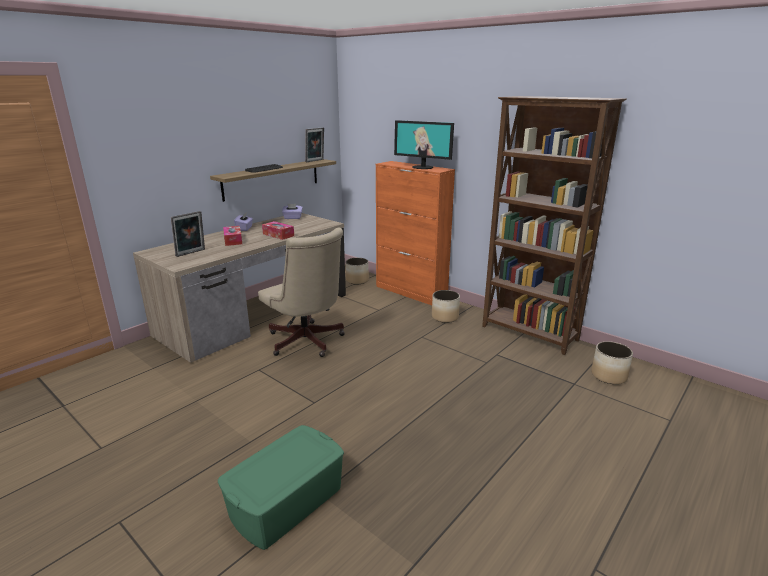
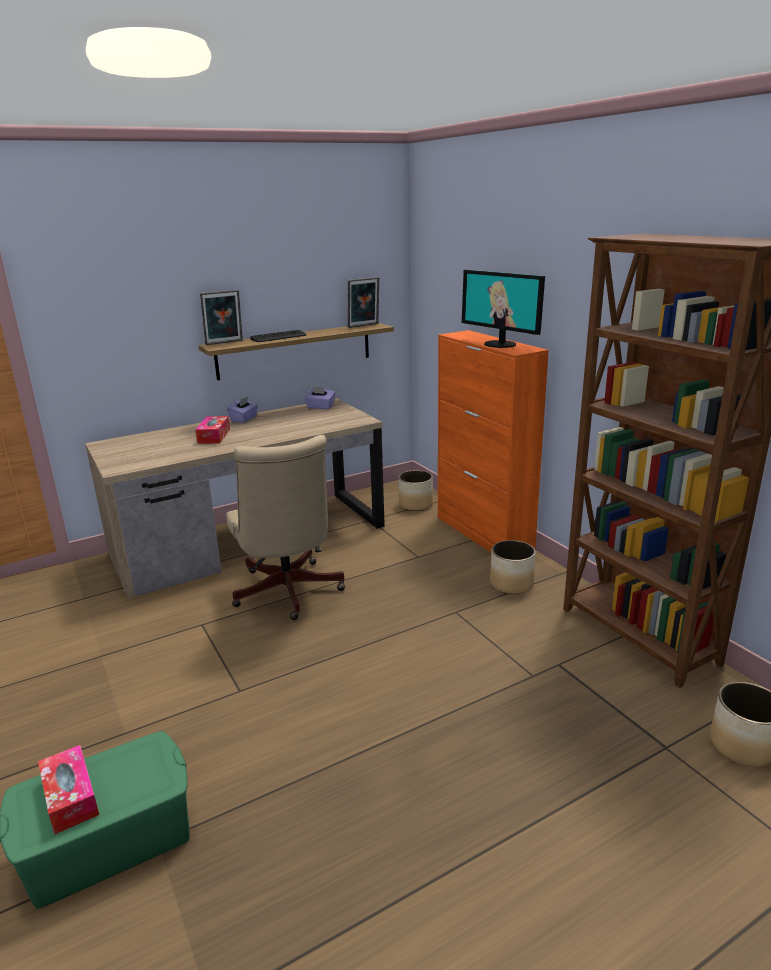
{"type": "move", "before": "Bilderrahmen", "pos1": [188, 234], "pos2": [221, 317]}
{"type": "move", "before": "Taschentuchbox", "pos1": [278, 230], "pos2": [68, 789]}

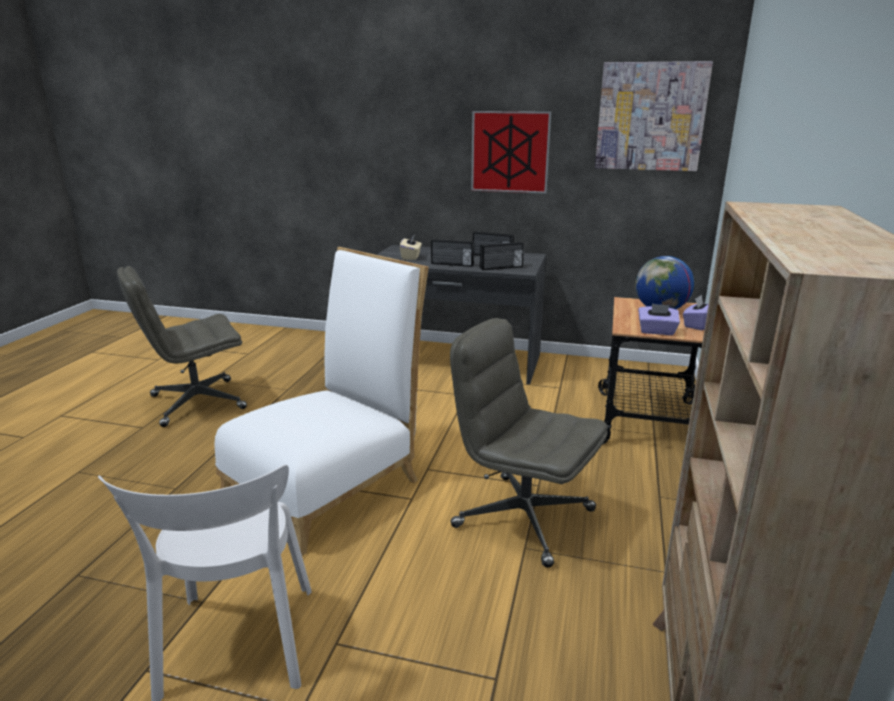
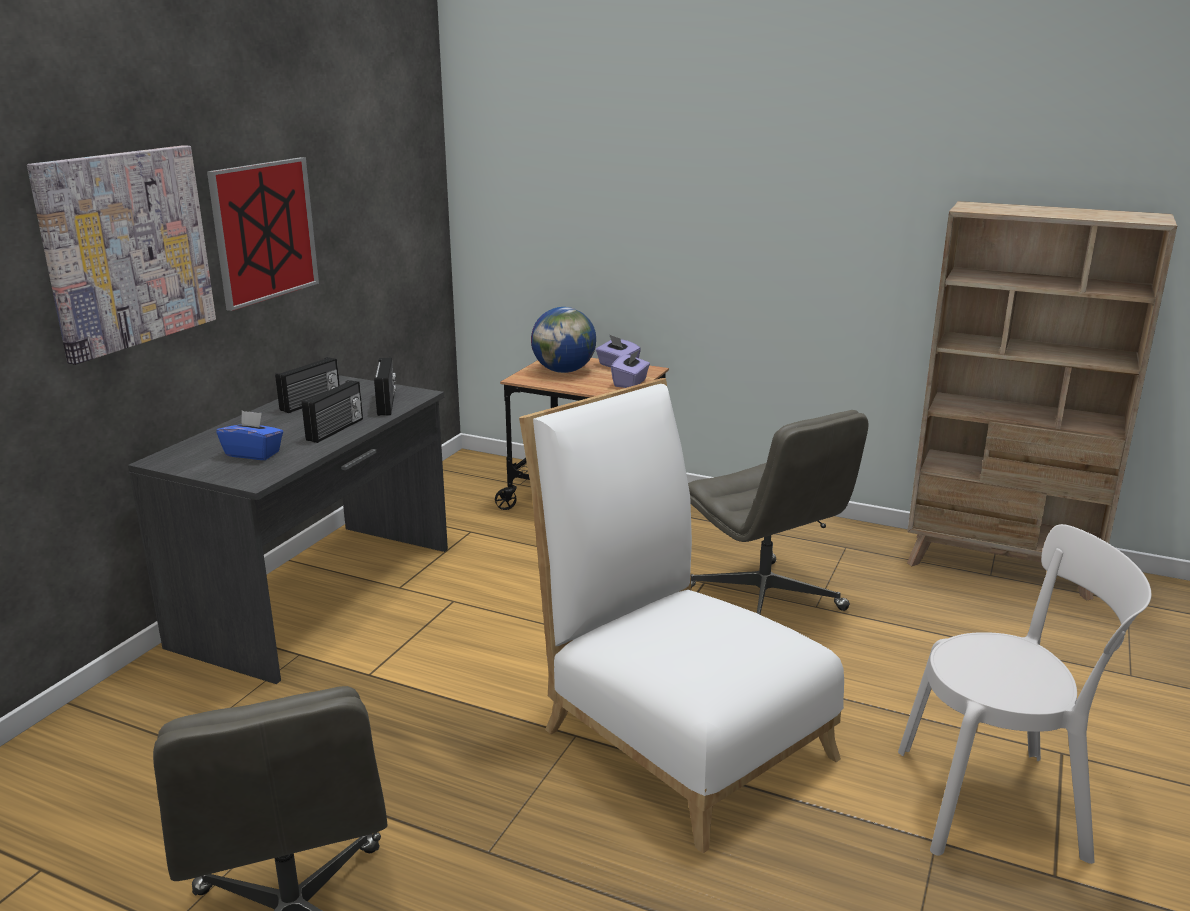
{"type": "move", "before": "Bild", "pos1": [654, 116], "pos2": [121, 255]}
{"type": "recolor", "before": "Taschentuchbox [beige]", "after": "Taschentuchbox [blau]", "pos1": [411, 247], "pos2": [249, 435]}
{"type": "rotate", "before": "Bürostuhl [grau]", "pos1": [529, 443], "pos2": [778, 512], "turn": -75}

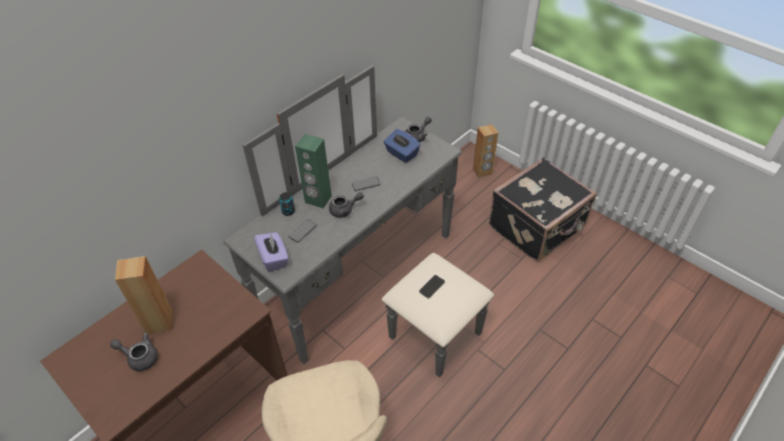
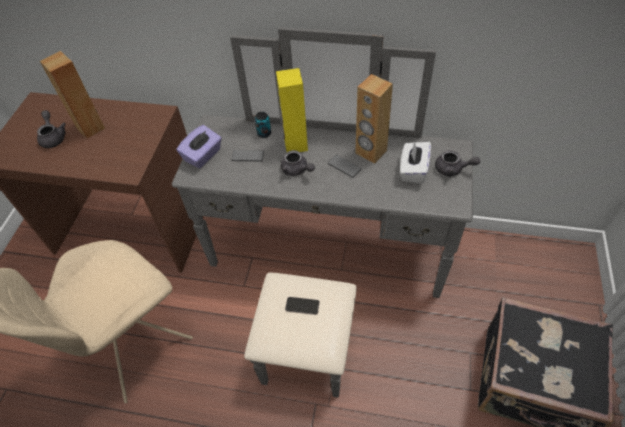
{"type": "move", "before": "Lautsprecher [braun]", "pos1": [485, 151], "pos2": [374, 119]}
{"type": "recolor", "before": "Lautsprecher [grün]", "after": "Lautsprecher [gelb]", "pos1": [313, 171], "pos2": [292, 110]}
{"type": "recolor", "before": "Taschentuchbox [blau]", "after": "Taschentuchbox [weiß]", "pos1": [402, 146], "pos2": [415, 162]}

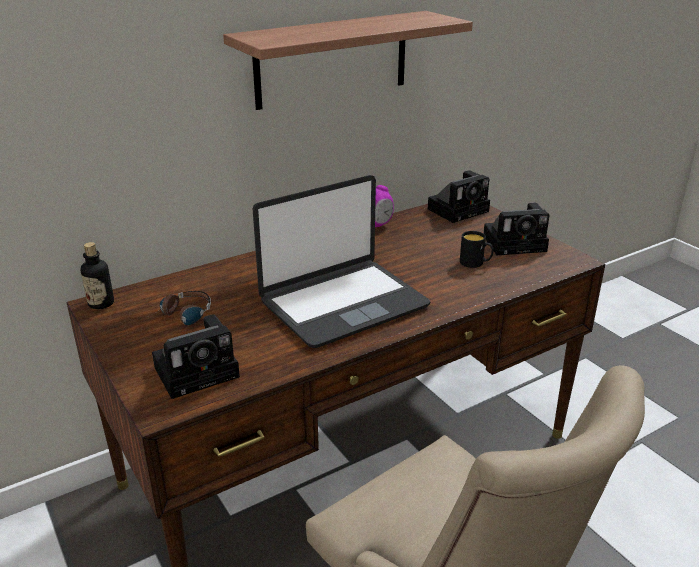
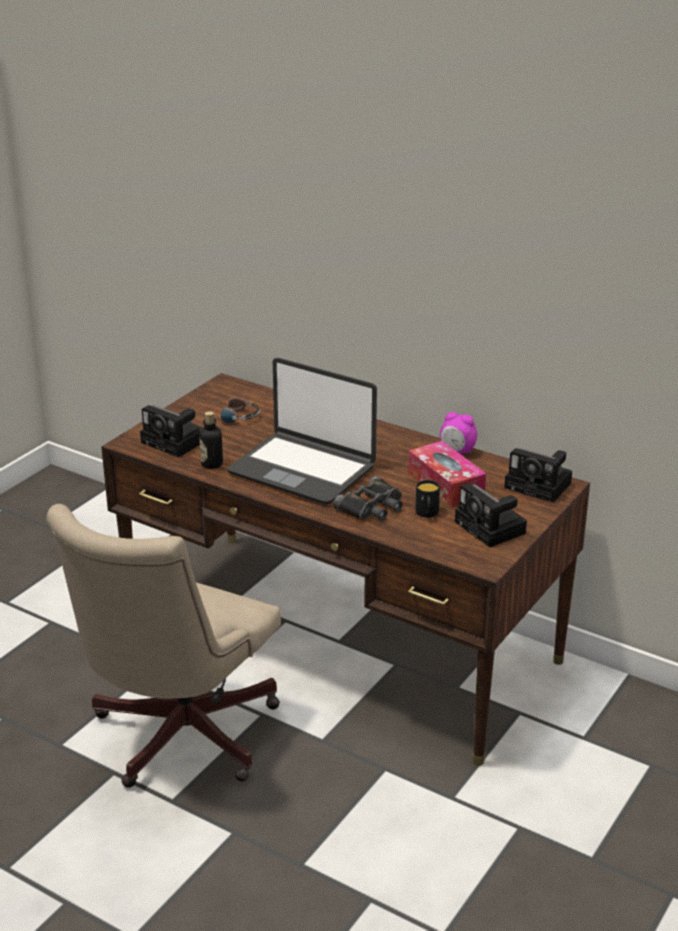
{"type": "delete", "before": "Wandregal", "pos1": [348, 60]}
{"type": "insert", "after": "Fernglas [schwarz]", "pos2": [368, 498]}
{"type": "insert", "after": "Taschentuchbox", "pos2": [447, 474]}
{"type": "move", "before": "Flasche", "pos1": [97, 275], "pos2": [211, 440]}

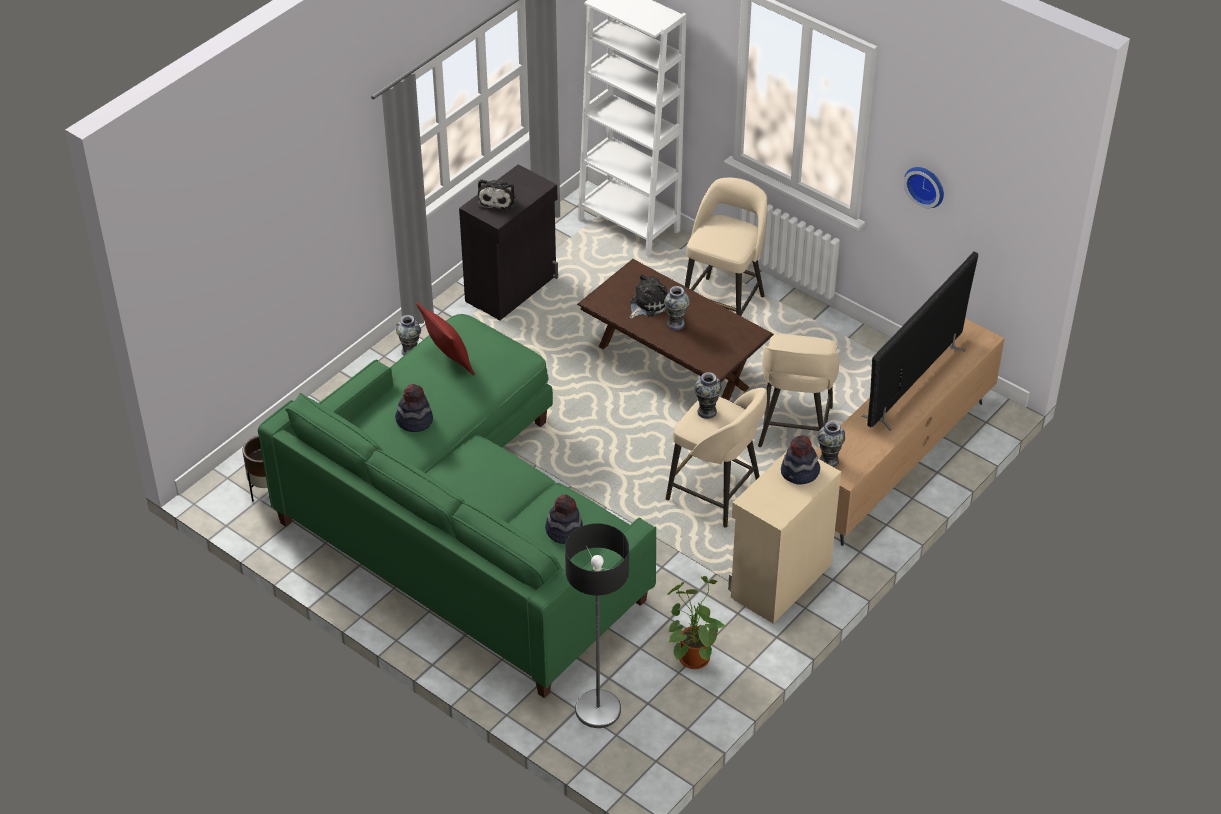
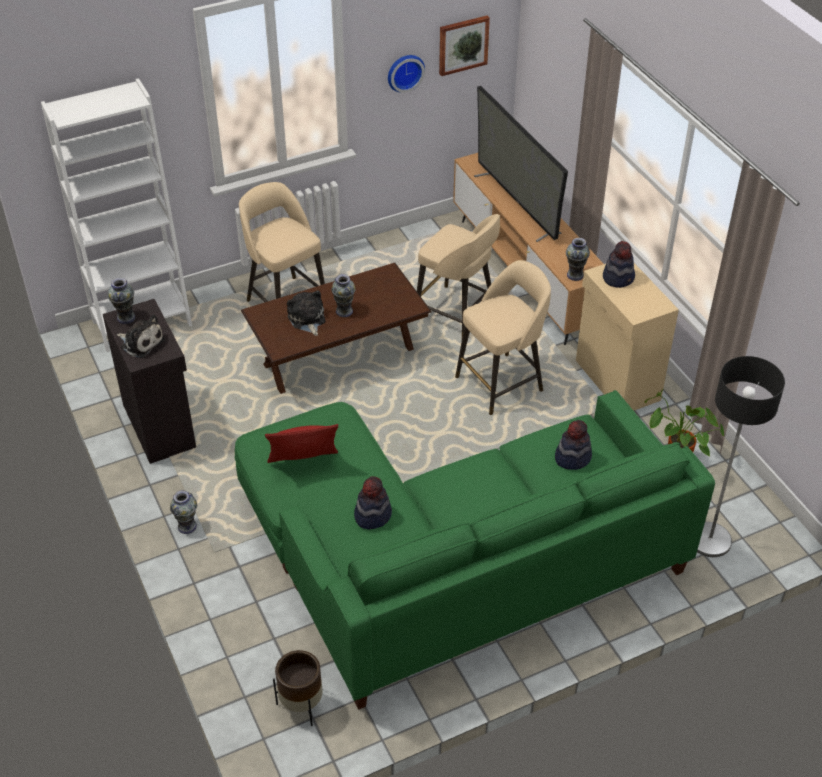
{"type": "insert", "after": "Bild", "pos2": [464, 46]}
{"type": "move", "before": "Vase", "pos1": [708, 395], "pos2": [122, 301]}

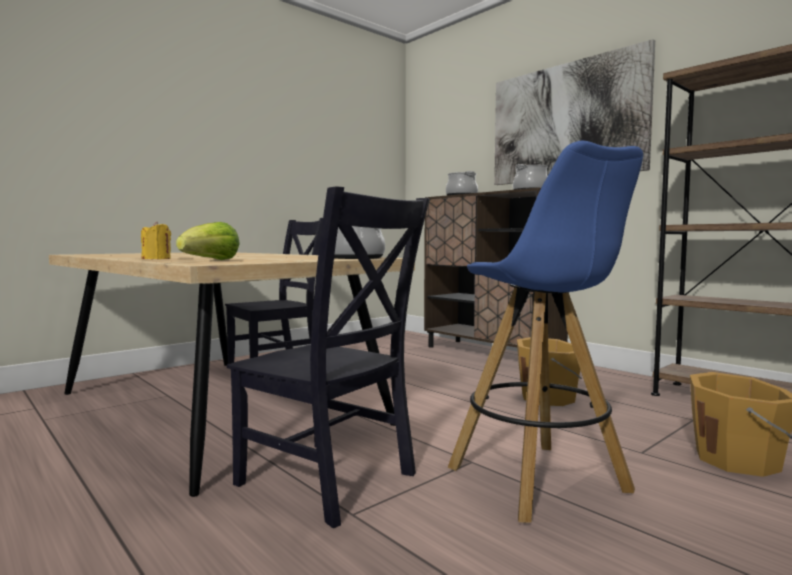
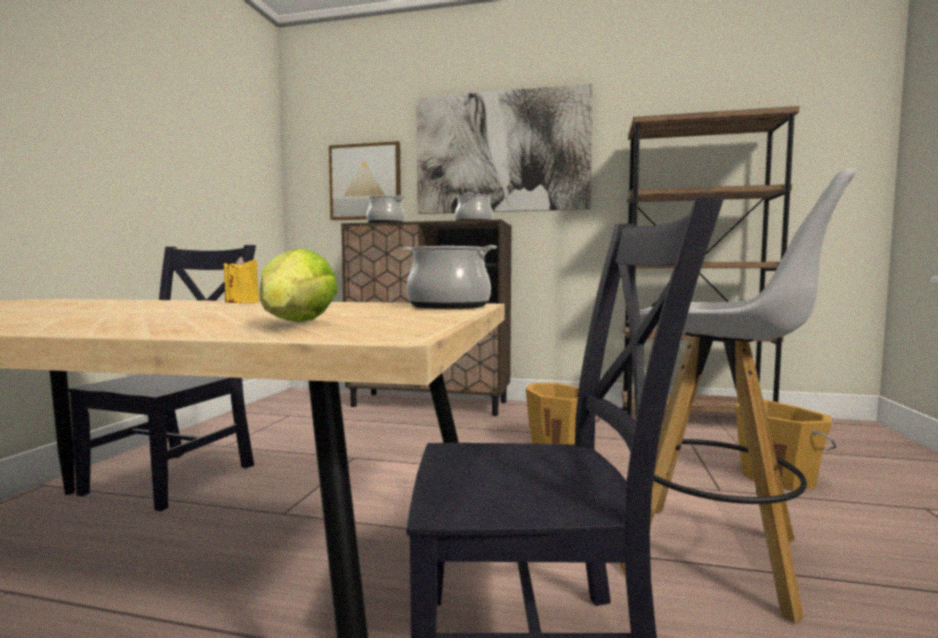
{"type": "insert", "after": "Bild", "pos2": [365, 180]}
{"type": "move", "before": "Kerze [gelb]", "pos1": [156, 240], "pos2": [241, 280]}
{"type": "recolor", "before": "Hocker [blau]", "after": "Hocker [weiß]", "pos1": [545, 332], "pos2": [738, 395]}

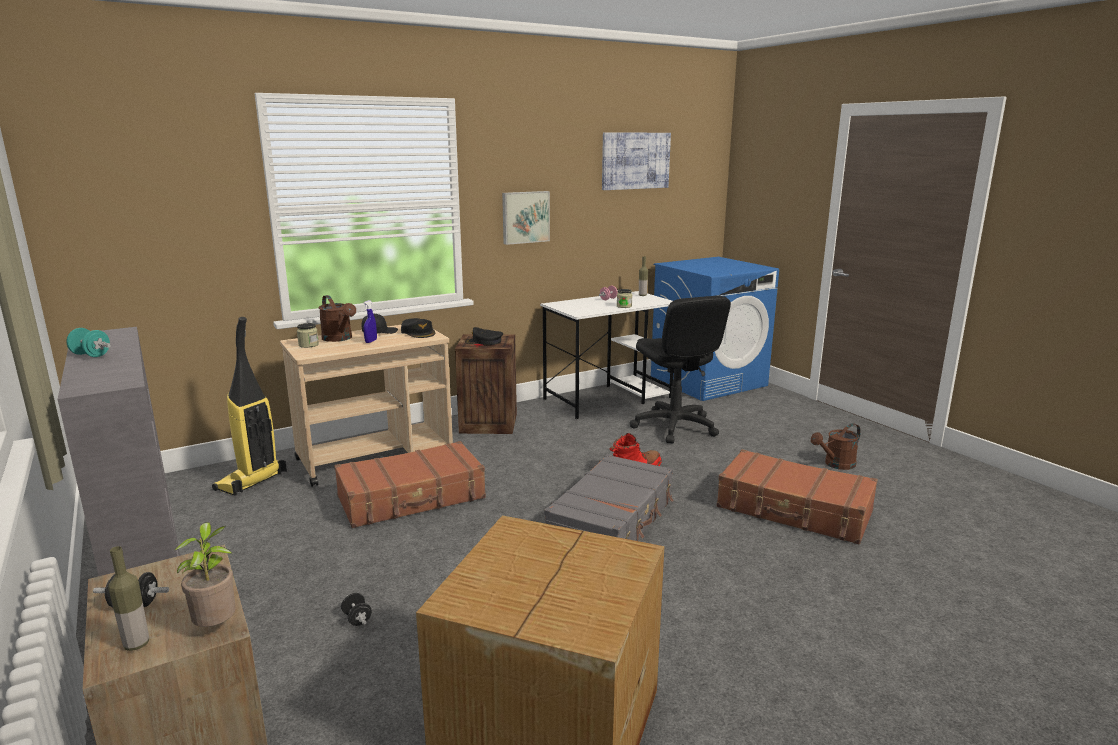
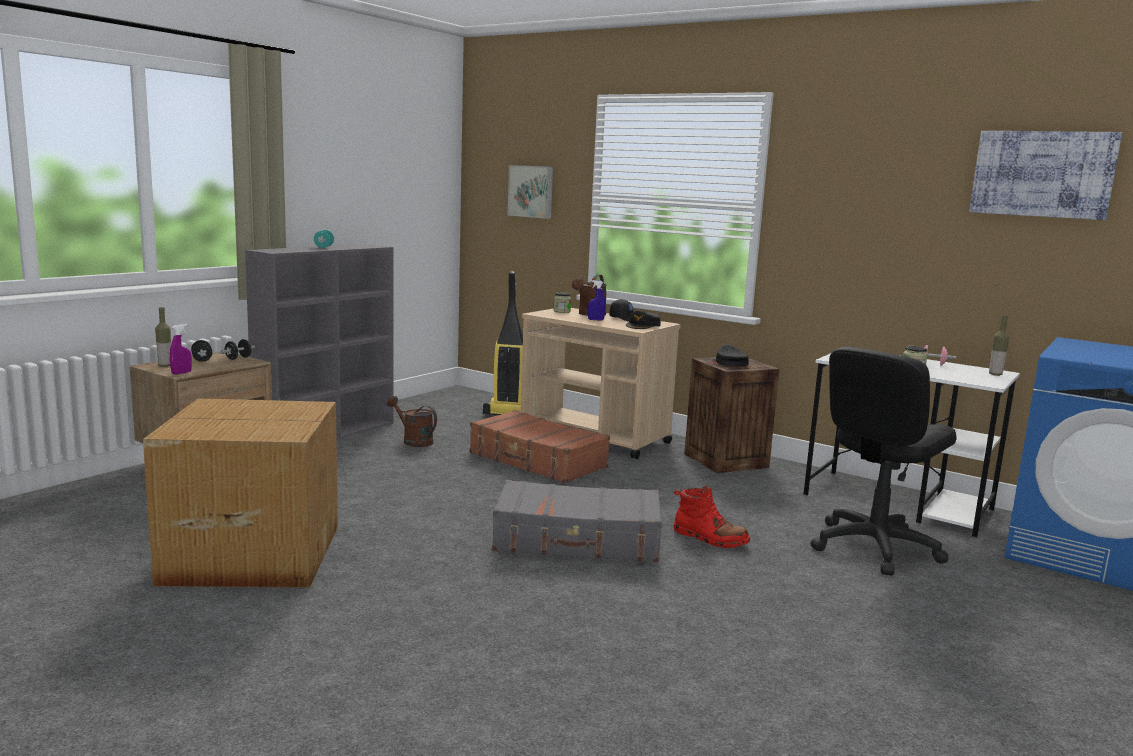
{"type": "delete", "before": "Koffer [braun]", "pos1": [797, 496]}
{"type": "move", "before": "Hantel [schwarz]", "pos1": [356, 609], "pos2": [237, 349]}
{"type": "move", "before": "Bild", "pos1": [526, 218], "pos2": [530, 192]}
{"type": "move", "before": "Gießkanne [braun]", "pos1": [836, 446], "pos2": [412, 421]}
{"type": "replace", "before": "Topfpflanze", "after": "Sprühflasche [lila]", "pos1": [205, 574], "pos2": [181, 349]}

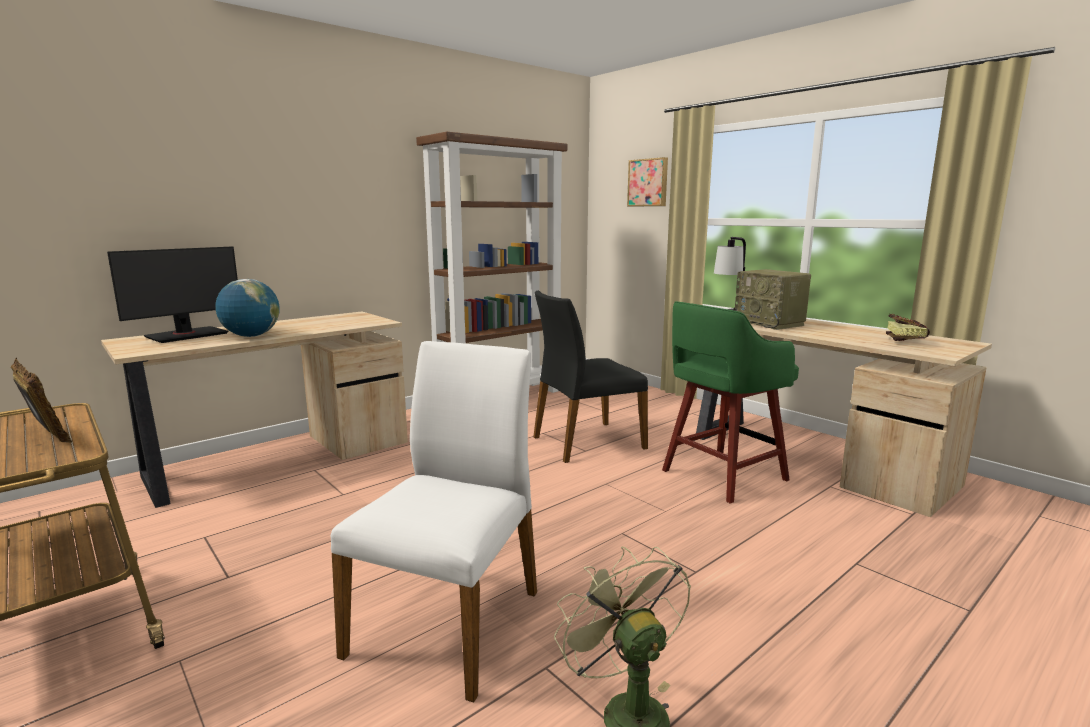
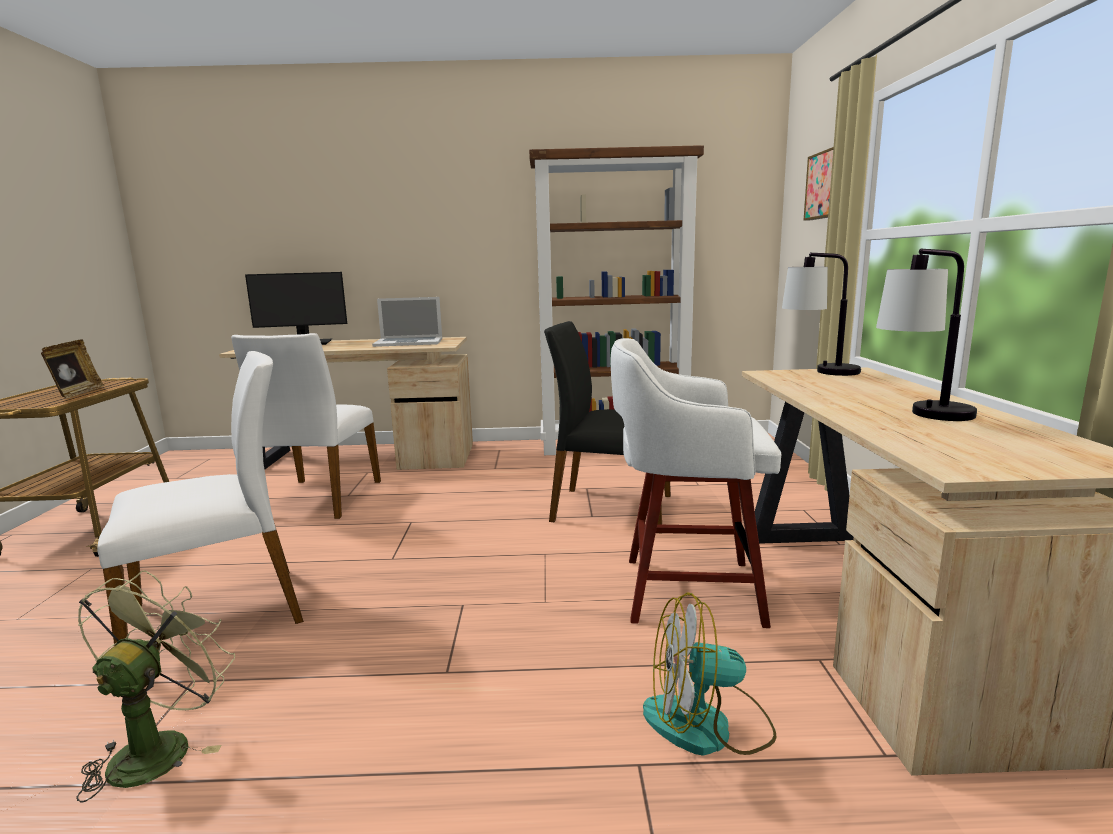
{"type": "delete", "before": "Globus", "pos1": [247, 308]}
{"type": "delete", "before": "Radio", "pos1": [773, 299]}
{"type": "delete", "before": "Buch", "pos1": [908, 327]}
{"type": "insert", "after": "Stuhl [weiß]", "pos2": [306, 426]}
{"type": "insert", "after": "Laptop", "pos2": [407, 322]}
{"type": "insert", "after": "Ventilator", "pos2": [710, 674]}
{"type": "insert", "after": "Tischlampe", "pos2": [926, 335]}
{"type": "recolor", "before": "Hocker [grün]", "after": "Hocker [weiß]", "pos1": [730, 402], "pos2": [696, 483]}

